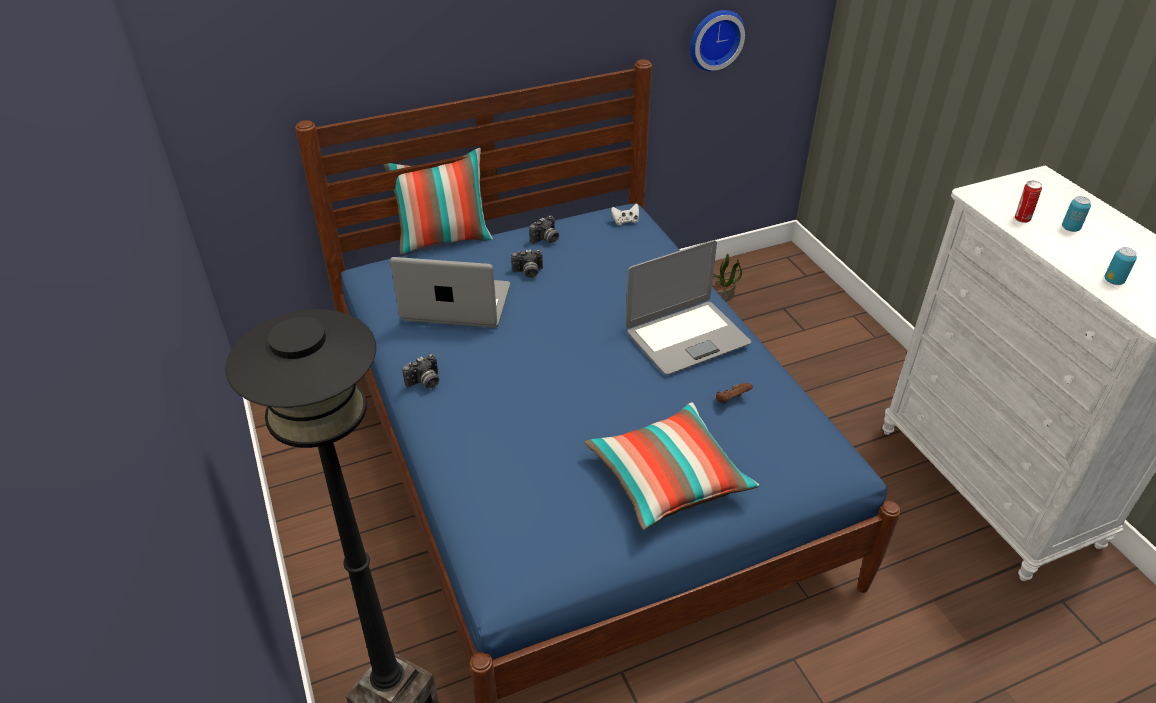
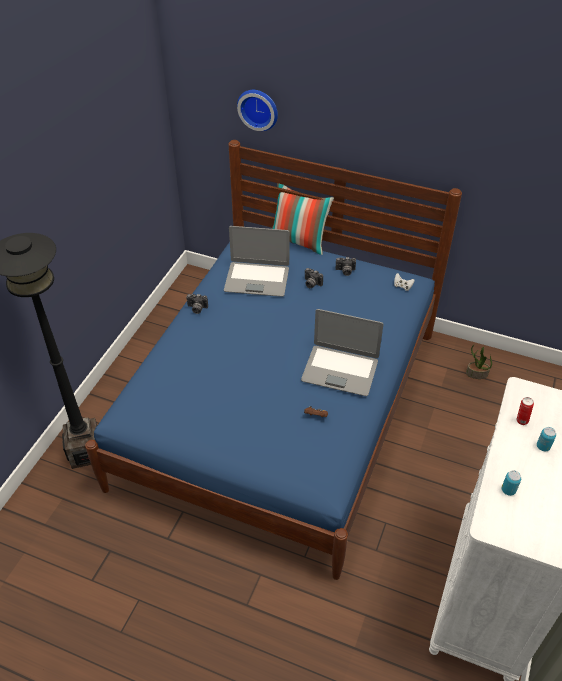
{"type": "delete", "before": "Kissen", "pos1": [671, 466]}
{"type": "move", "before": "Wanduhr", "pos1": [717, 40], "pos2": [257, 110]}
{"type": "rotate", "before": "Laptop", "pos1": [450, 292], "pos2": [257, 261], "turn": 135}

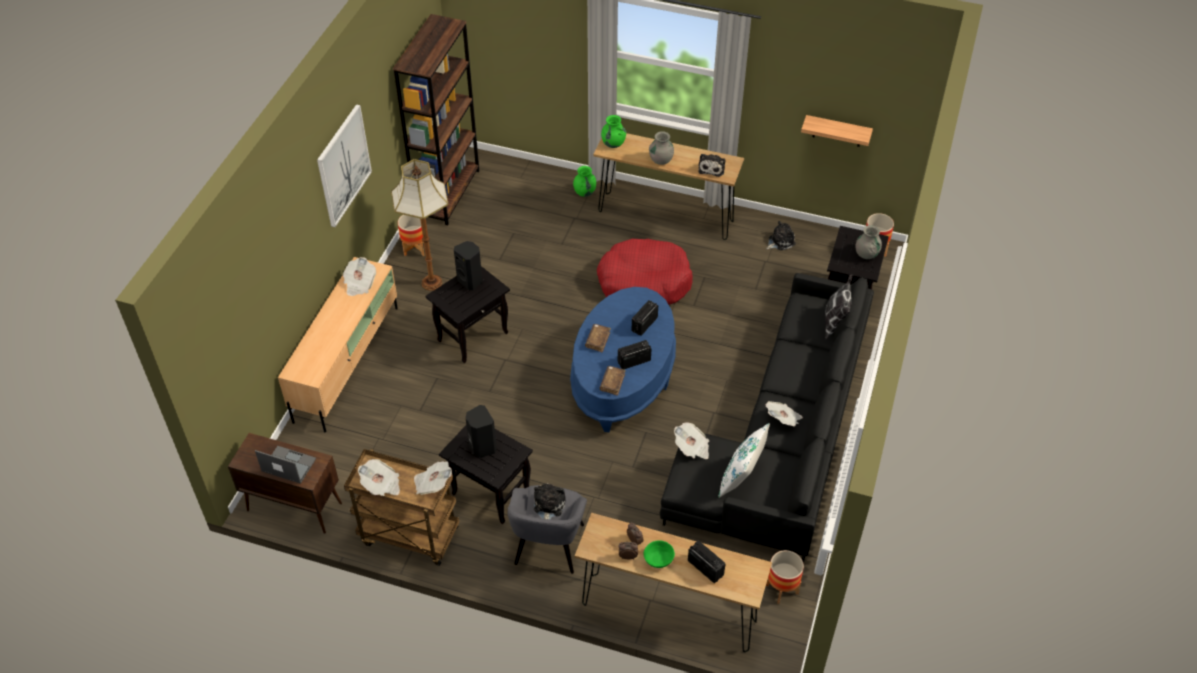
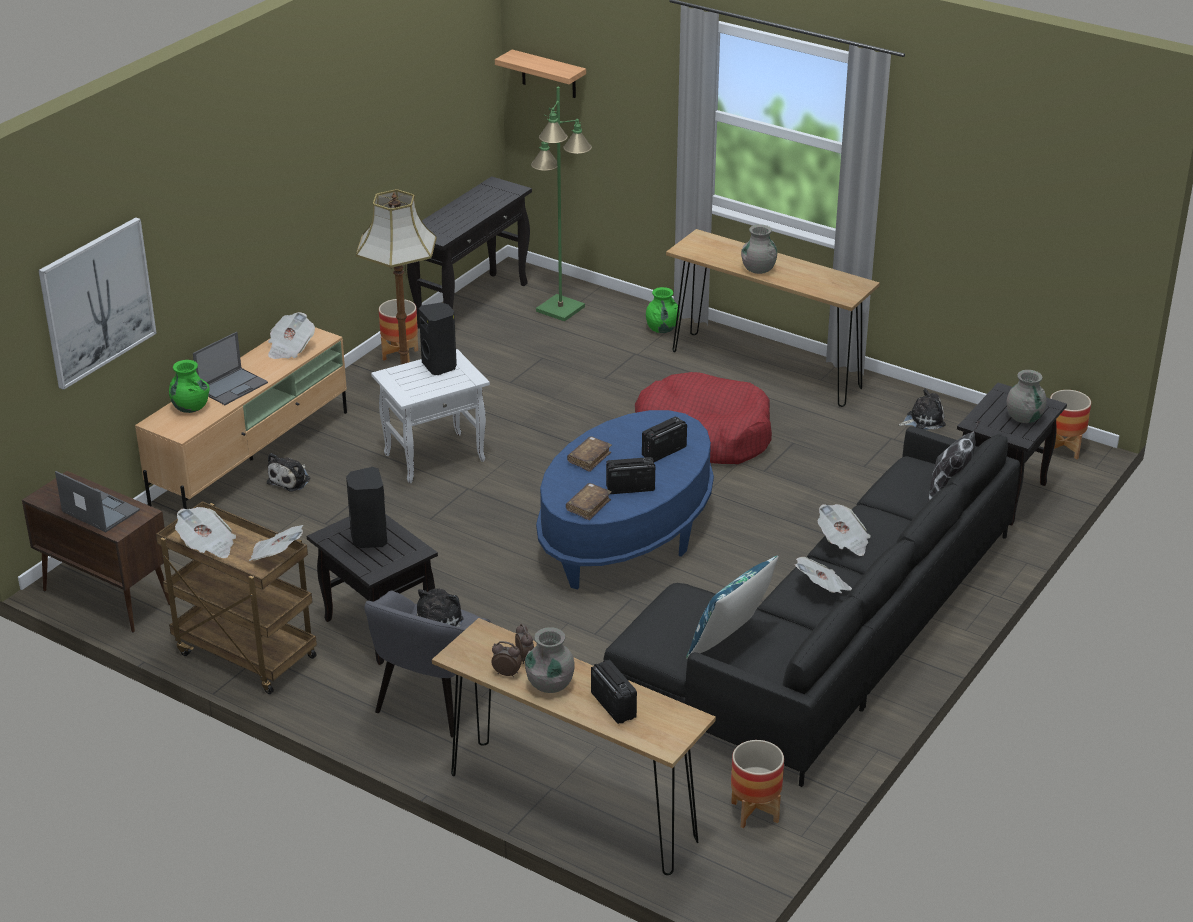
{"type": "insert", "after": "Laptop", "pos2": [230, 368]}
{"type": "insert", "after": "Stehlampe [grün]", "pos2": [561, 204]}
{"type": "move", "before": "Bild", "pos1": [344, 165], "pos2": [97, 303]}
{"type": "move", "before": "Vase [grün]", "pos1": [613, 131], "pos2": [189, 386]}
{"type": "move", "before": "Zeitung", "pos1": [691, 440], "pos2": [844, 530]}
{"type": "move", "before": "Plüschtier", "pos1": [712, 165], "pos2": [288, 472]}
{"type": "move", "before": "Wandregal", "pos1": [837, 131], "pos2": [540, 74]}
{"type": "replace", "before": "Bücherregal [braun]", "after": "Konsolentisch [schwarz]", "pos1": [436, 119], "pos2": [469, 252]}
{"type": "replace", "before": "Schüssel [grün]", "after": "Vase [grau]", "pos1": [659, 554], "pos2": [550, 660]}
{"type": "recolor", "before": "Beistelltisch [schwarz]", "after": "Beistelltisch [weiß]", "pos1": [467, 314], "pos2": [430, 416]}
{"type": "recolor", "before": "Kissen [weiß]", "after": "Kissen [blau]", "pos1": [744, 460], "pos2": [732, 607]}

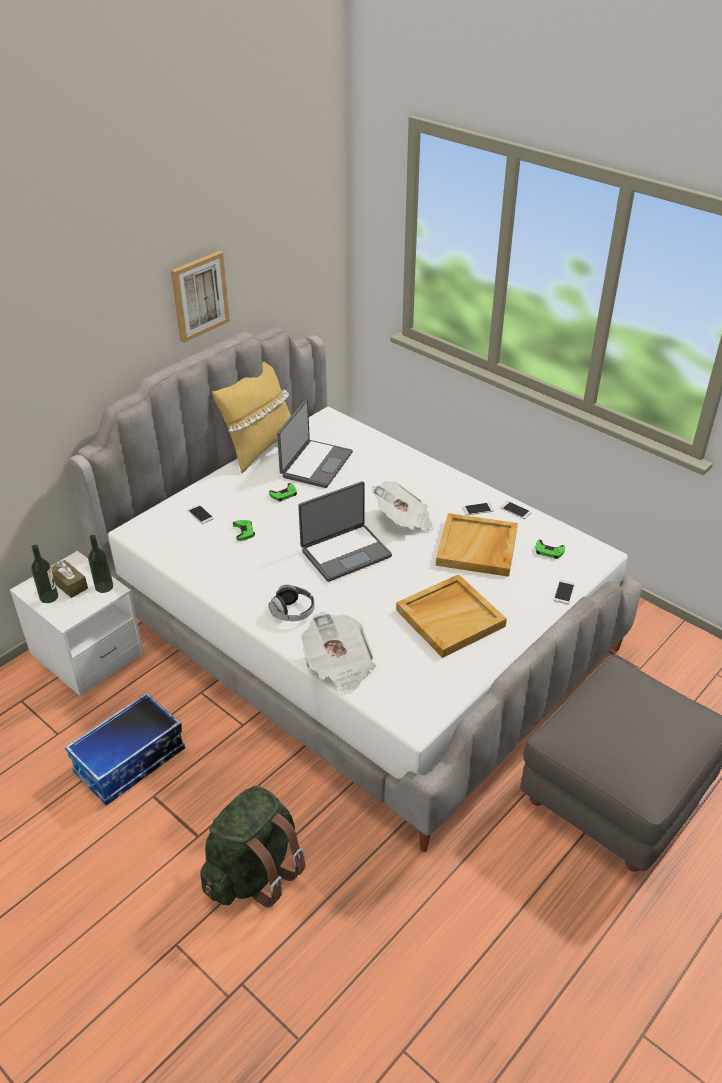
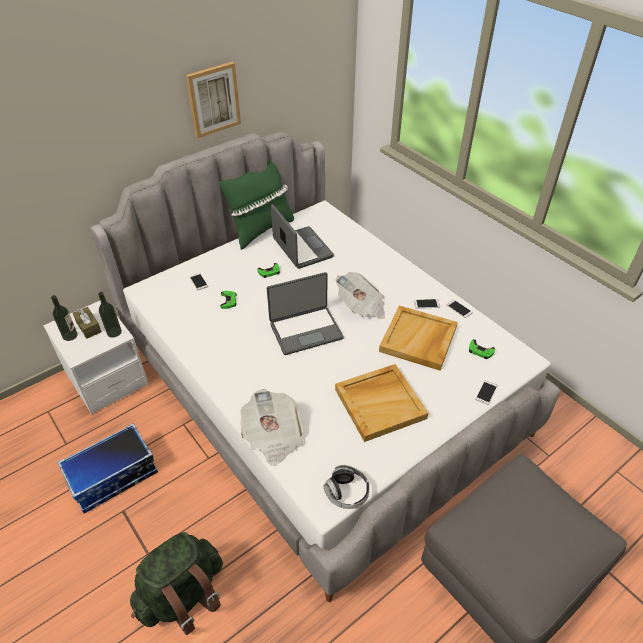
{"type": "move", "before": "Kopfhörer", "pos1": [291, 602], "pos2": [346, 487]}
{"type": "recolor", "before": "Kissen [gelb]", "after": "Kissen [grün]", "pos1": [251, 417], "pos2": [256, 205]}
{"type": "rotate", "before": "Laptop", "pos1": [315, 443], "pos2": [302, 236], "turn": -60}

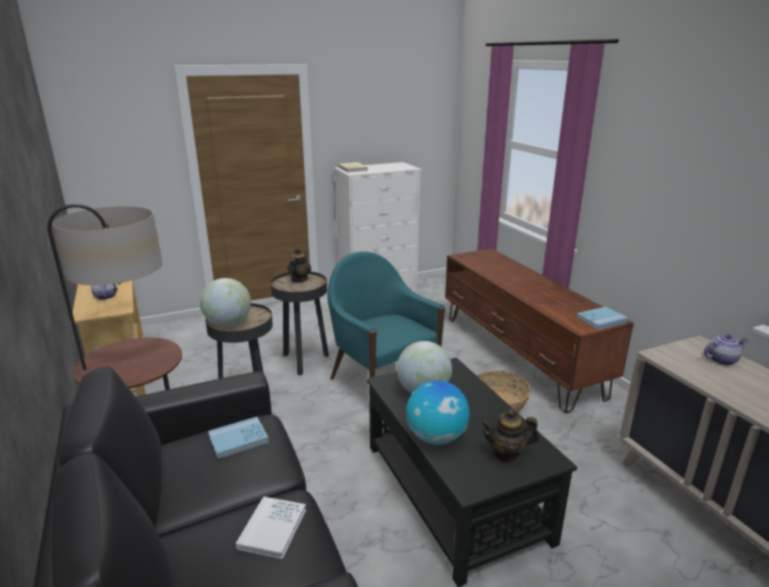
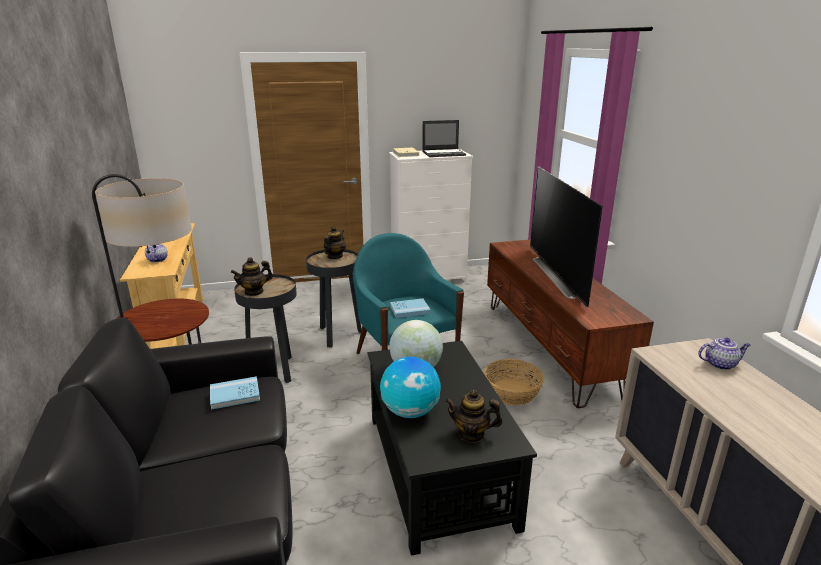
{"type": "delete", "before": "Buch [weiß]", "pos1": [271, 527]}
{"type": "insert", "after": "Laptop", "pos2": [444, 138]}
{"type": "insert", "after": "Fernseher", "pos2": [566, 237]}
{"type": "move", "before": "Buch [blau]", "pos1": [602, 318], "pos2": [410, 308]}
{"type": "replace", "before": "Globus", "after": "Teekanne", "pos1": [225, 302], "pos2": [252, 276]}

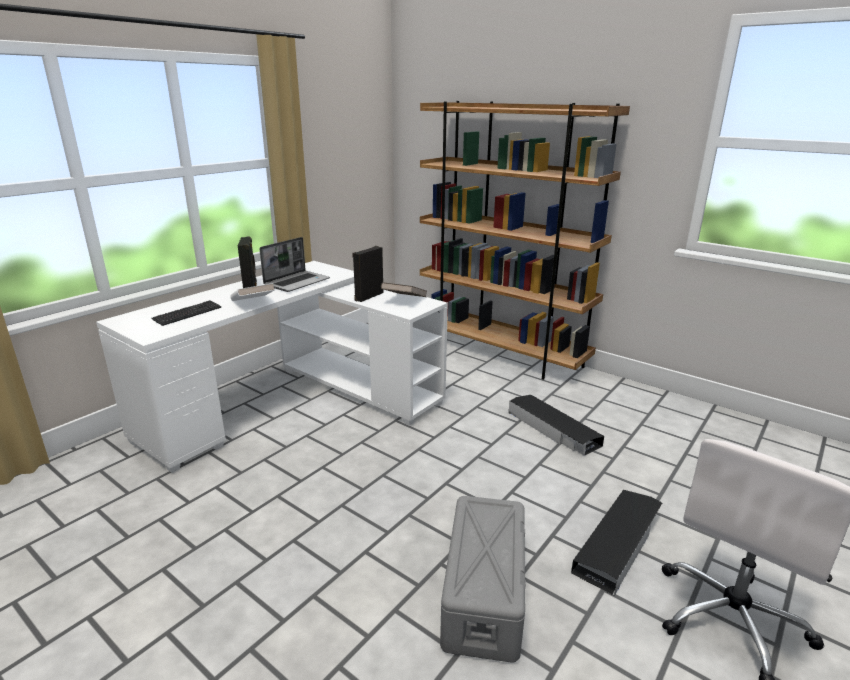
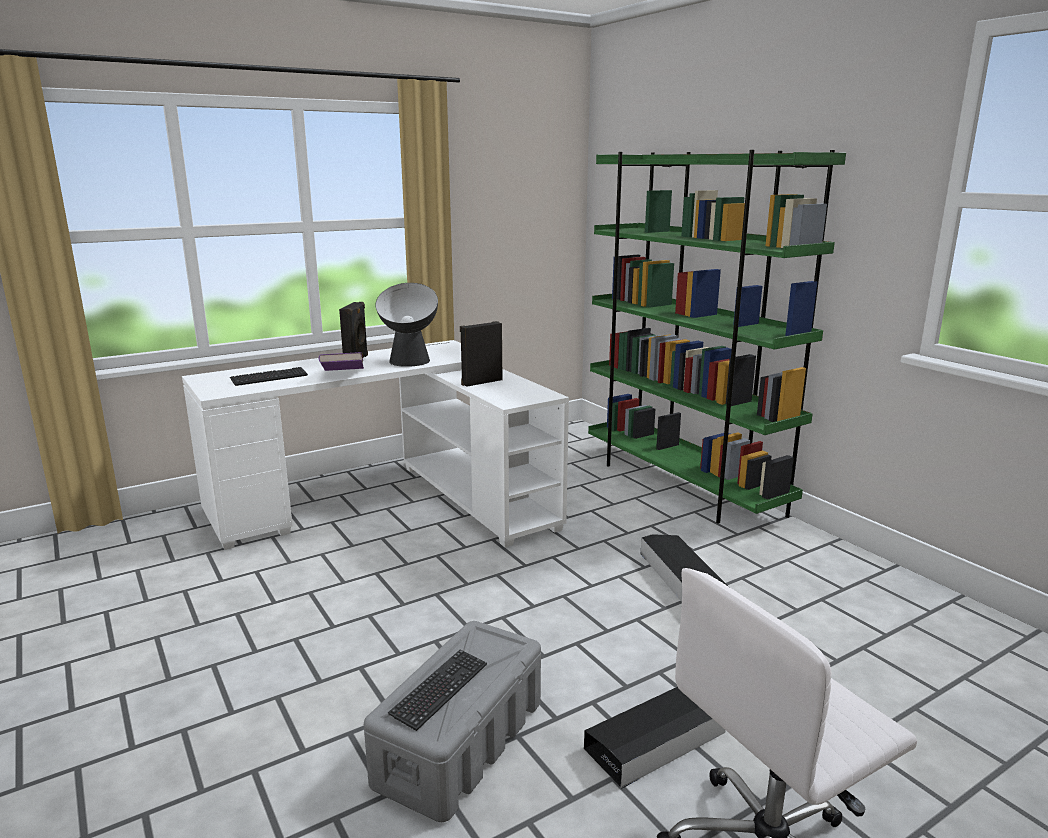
{"type": "delete", "before": "Buch [braun]", "pos1": [404, 289]}
{"type": "insert", "after": "Tastatur", "pos2": [437, 690]}
{"type": "replace", "before": "Laptop", "after": "Tischlampe", "pos1": [295, 264], "pos2": [409, 325]}
{"type": "recolor", "before": "Buch [weiß]", "after": "Buch [lila]", "pos1": [252, 292], "pos2": [341, 361]}
{"type": "recolor", "before": "Bücherregal [braun]", "after": "Bücherregal [grün]", "pos1": [525, 240], "pos2": [717, 336]}

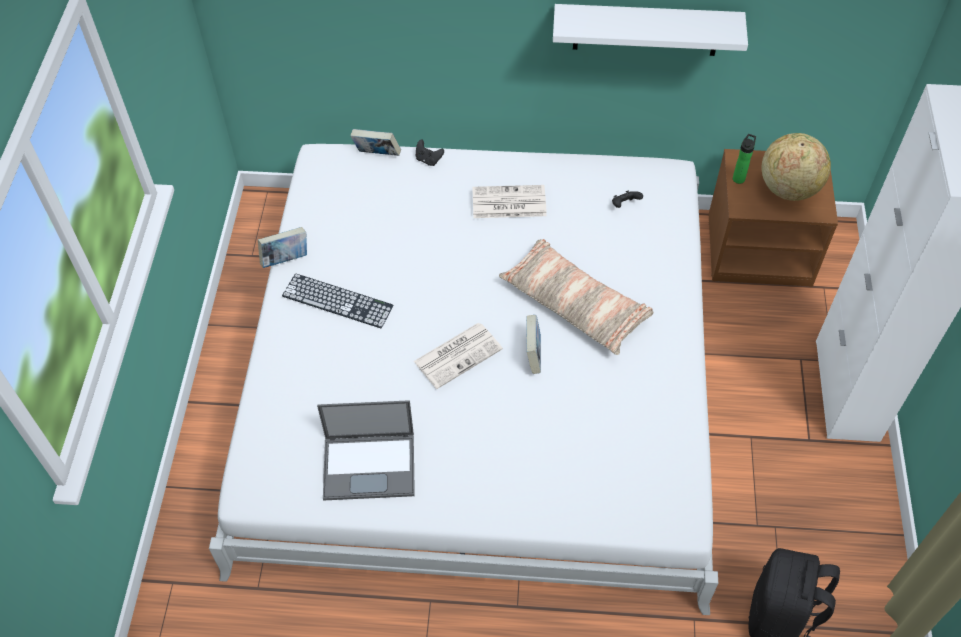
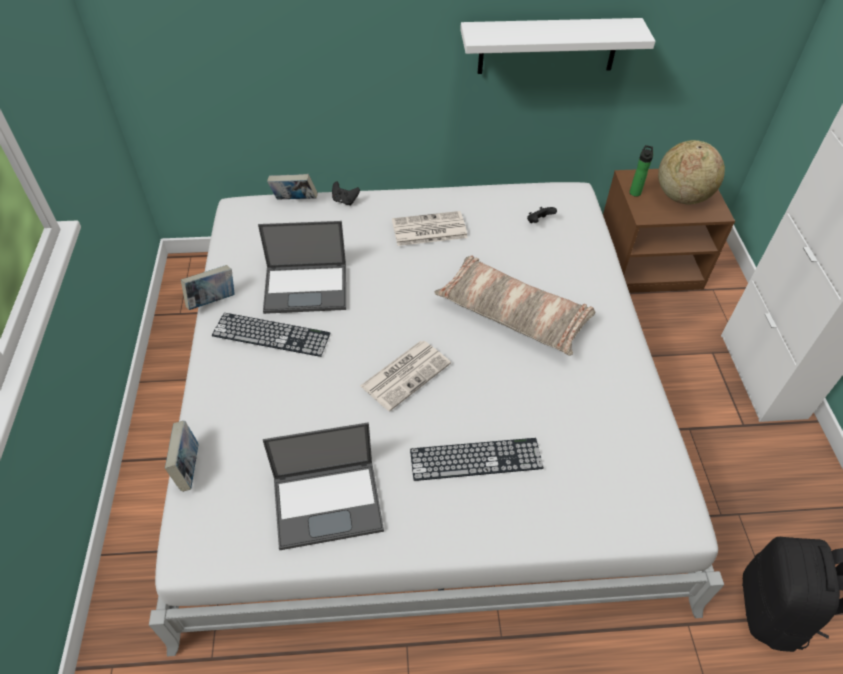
{"type": "insert", "after": "Laptop", "pos2": [302, 267]}
{"type": "insert", "after": "Tastatur", "pos2": [477, 459]}
{"type": "move", "before": "Buch", "pos1": [533, 344], "pos2": [181, 456]}

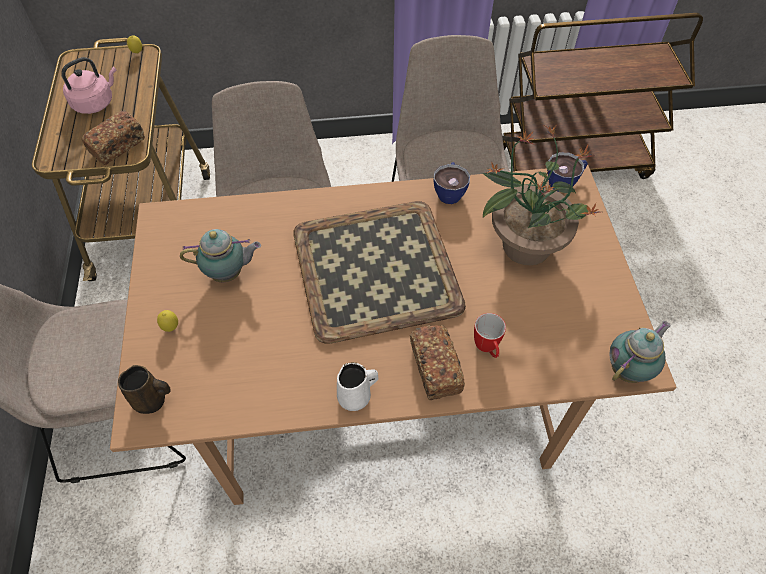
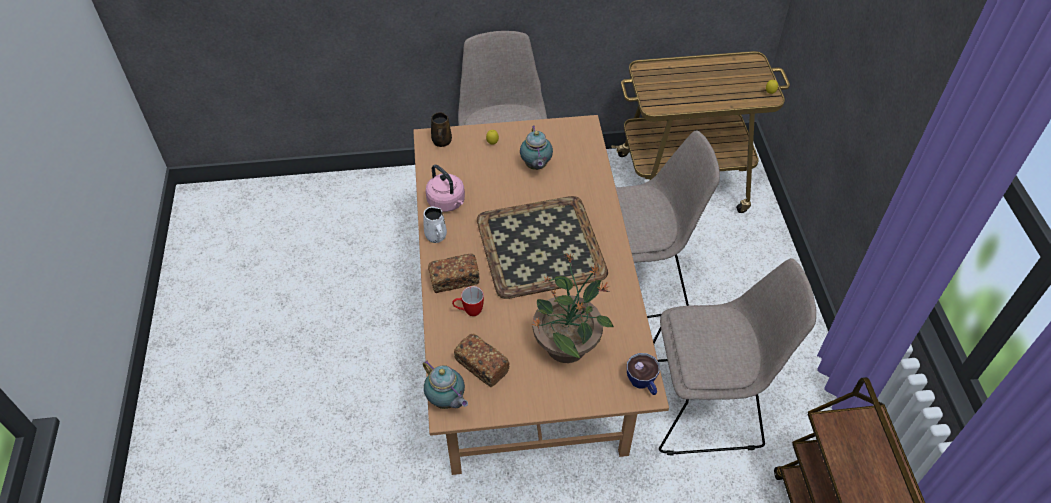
{"type": "delete", "before": "Tasse", "pos1": [452, 183]}
{"type": "move", "before": "Wasserkessel [rosa]", "pos1": [88, 85], "pos2": [445, 188]}
{"type": "move", "before": "Brot", "pos1": [113, 137], "pos2": [482, 360]}

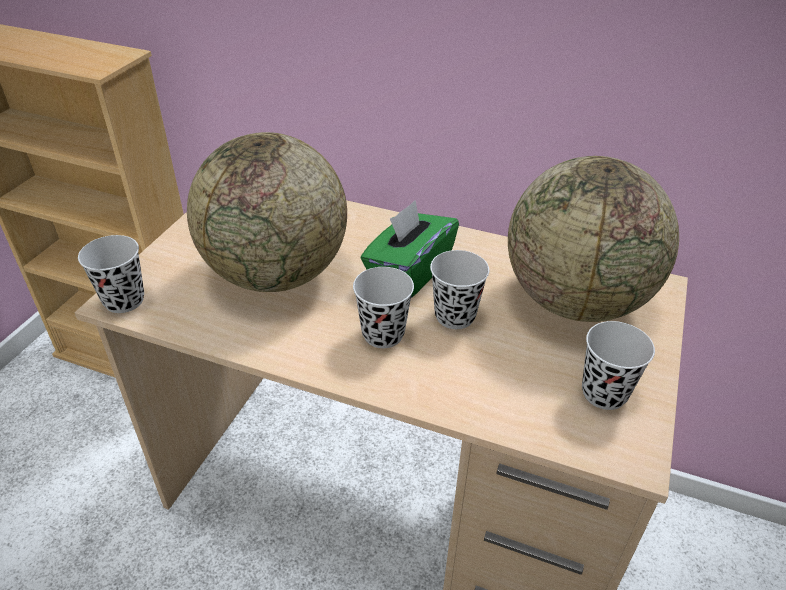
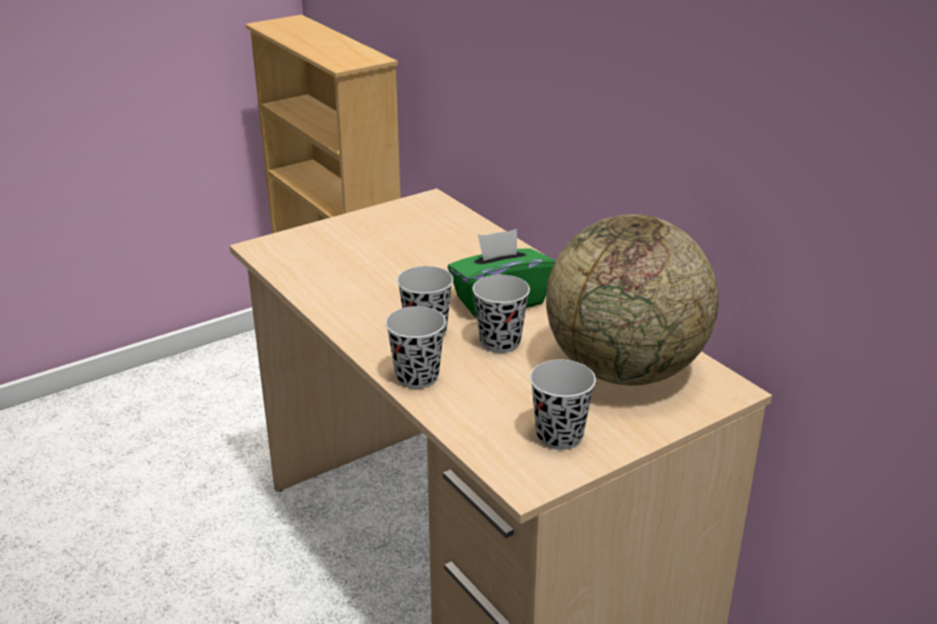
{"type": "delete", "before": "Globus", "pos1": [267, 212]}
{"type": "move", "before": "Tasse [schwarz]", "pos1": [111, 274], "pos2": [415, 347]}

